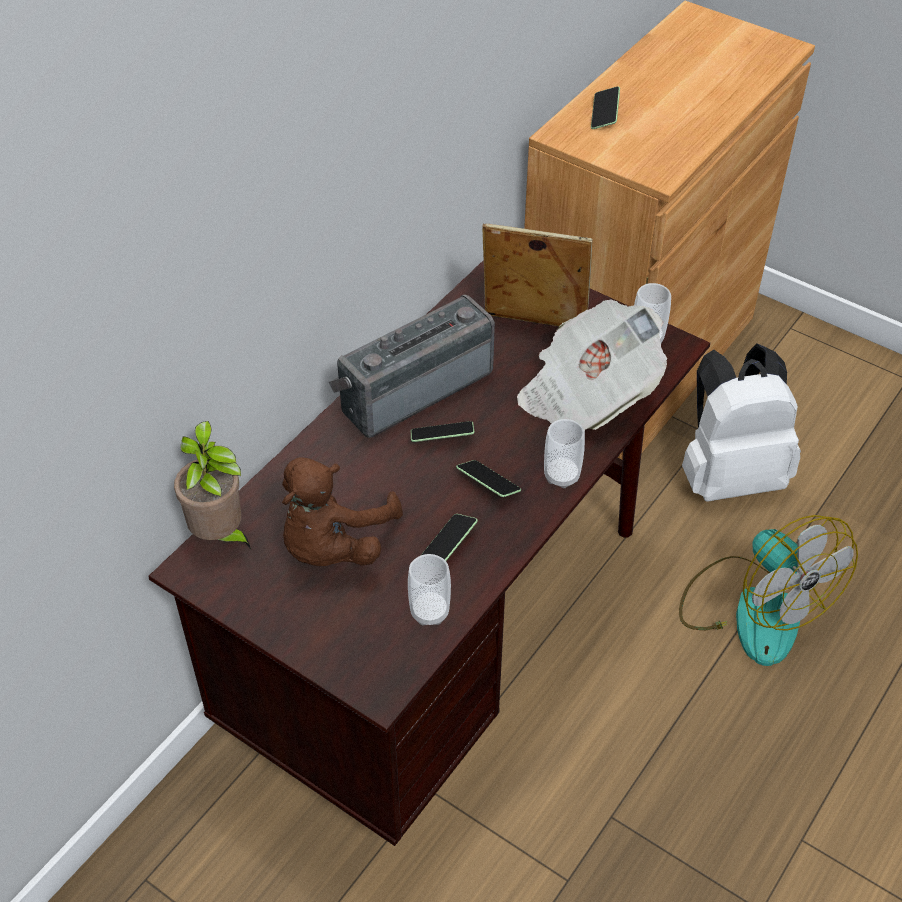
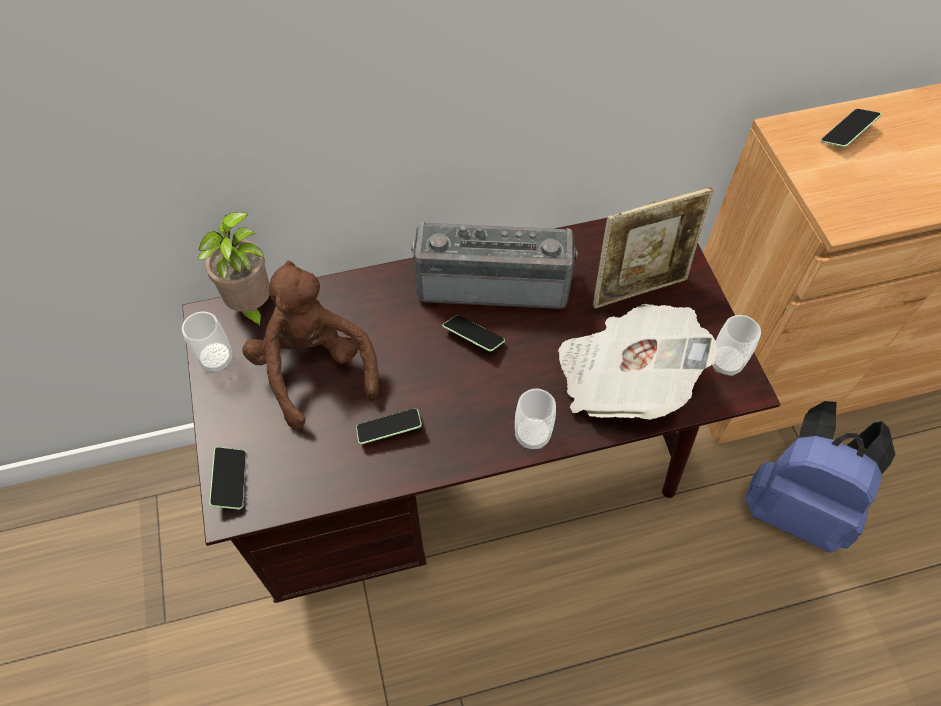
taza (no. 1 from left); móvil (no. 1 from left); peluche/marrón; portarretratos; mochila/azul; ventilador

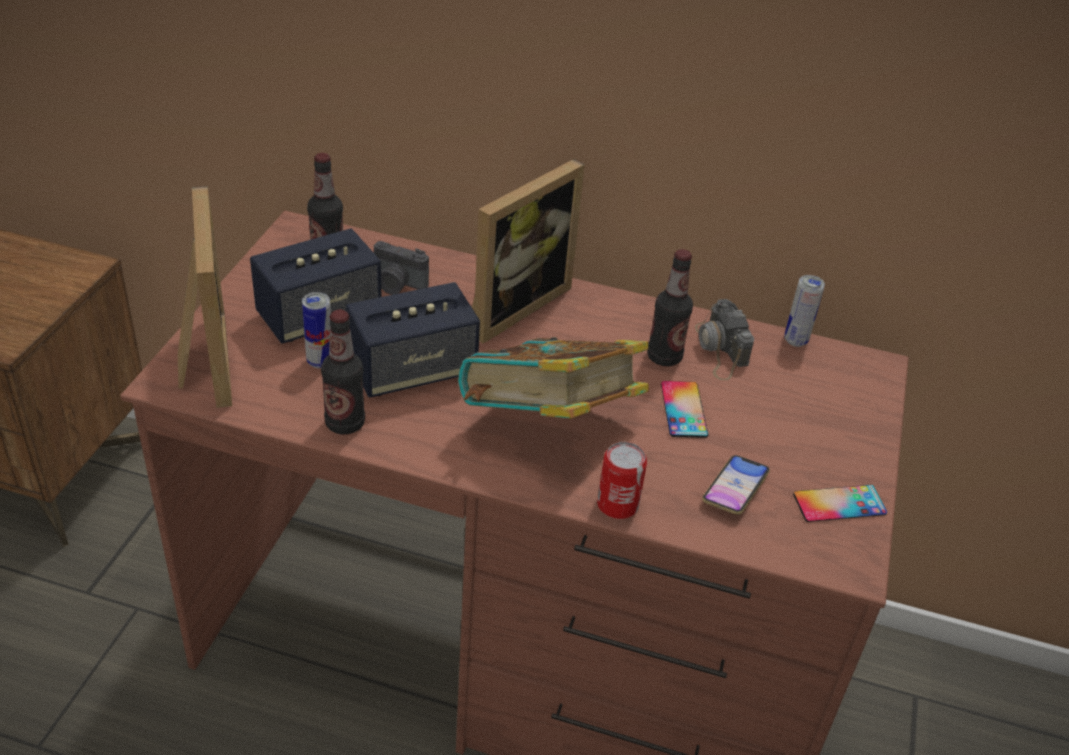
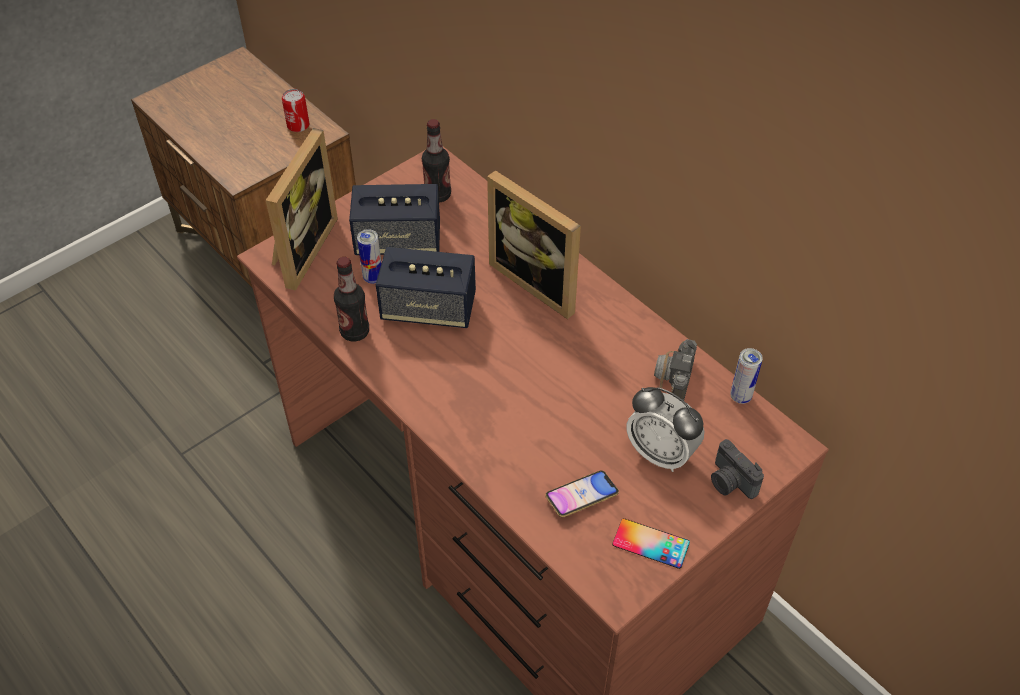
lata (no. 1 from left); portarretratos (no. 2 from left); despertador; cámara (no. 2 from left); libro; botella (no. 3 from left in the first image); móvil (no. 1 from left in the first image)

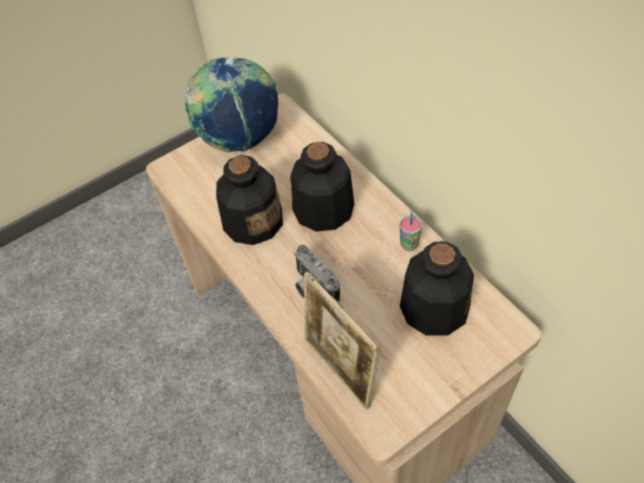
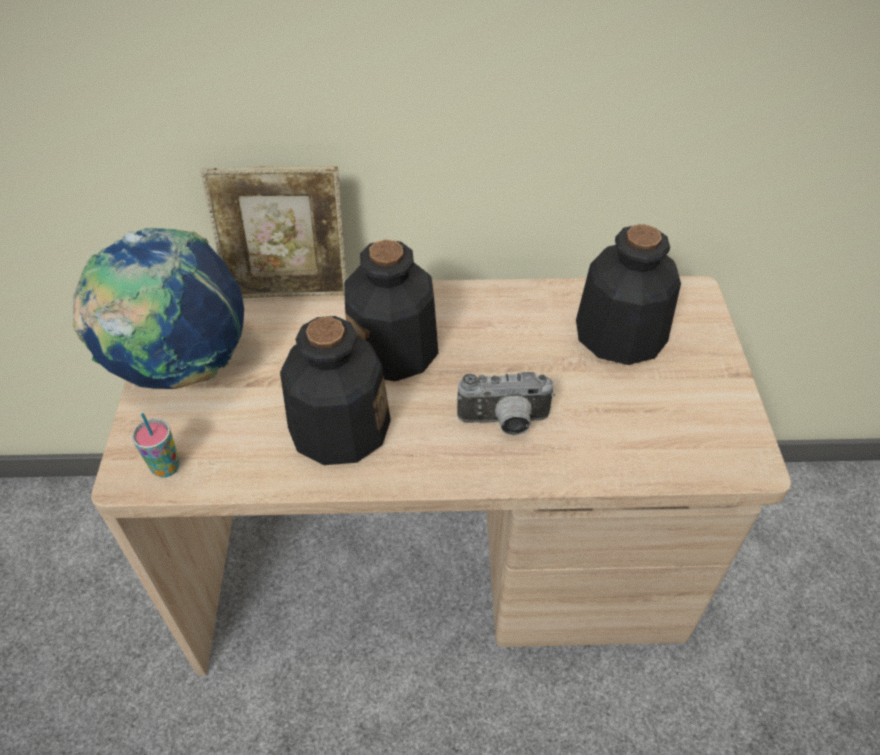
taza; portarretratos

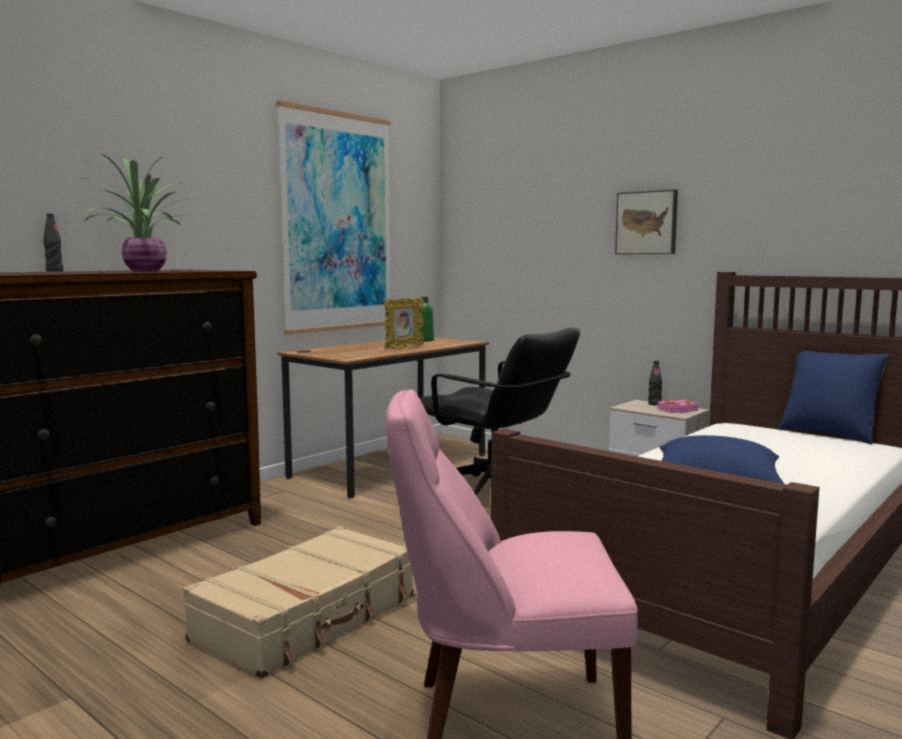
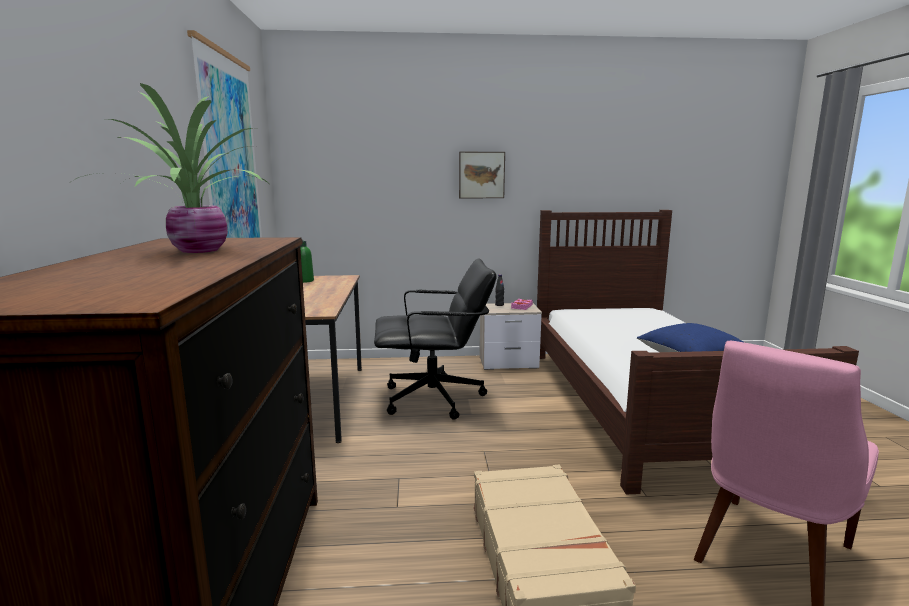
botella/negro (no. 1 from left in the first image); portarretratos; cojín/azul (no. 2 from left in the first image)

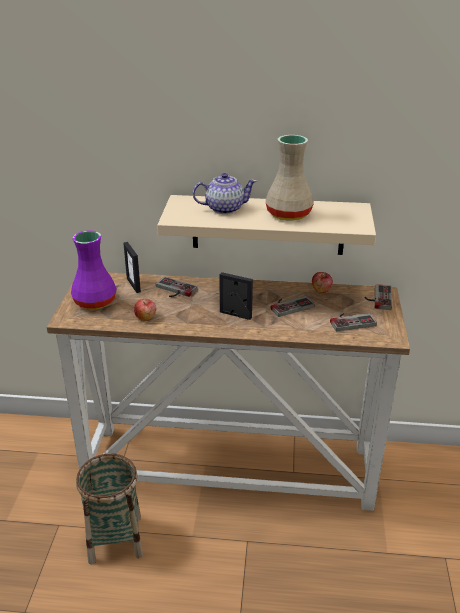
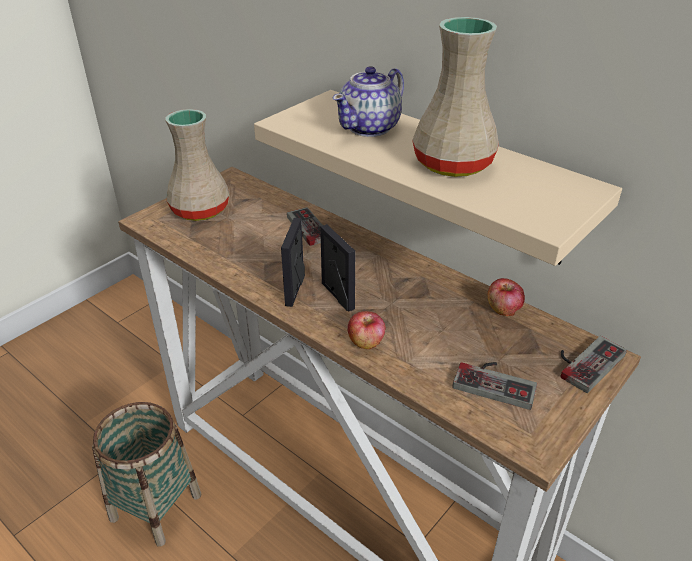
florero/beis (no. 1 from left); portarretratos (no. 1 from left); tetera; manzana (no. 1 from left); mando de consola (no. 2 from left in the first image)

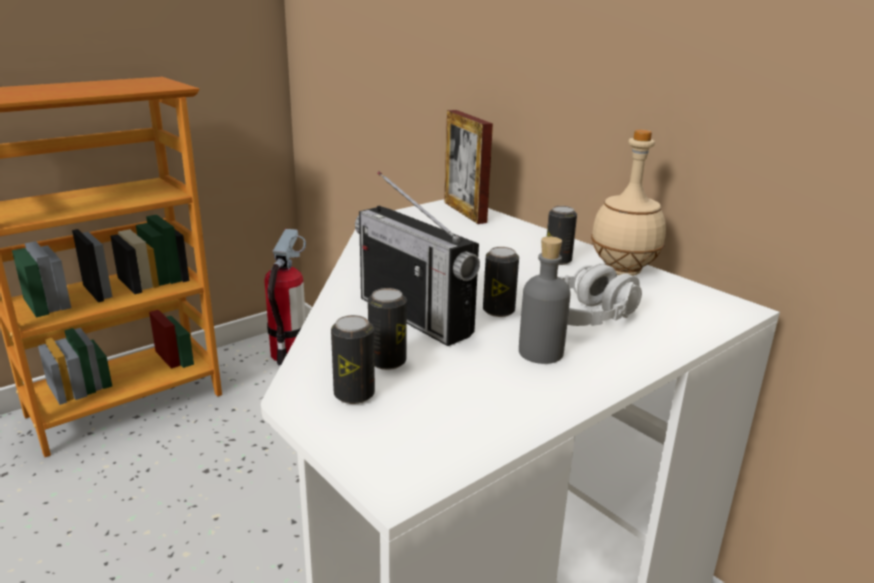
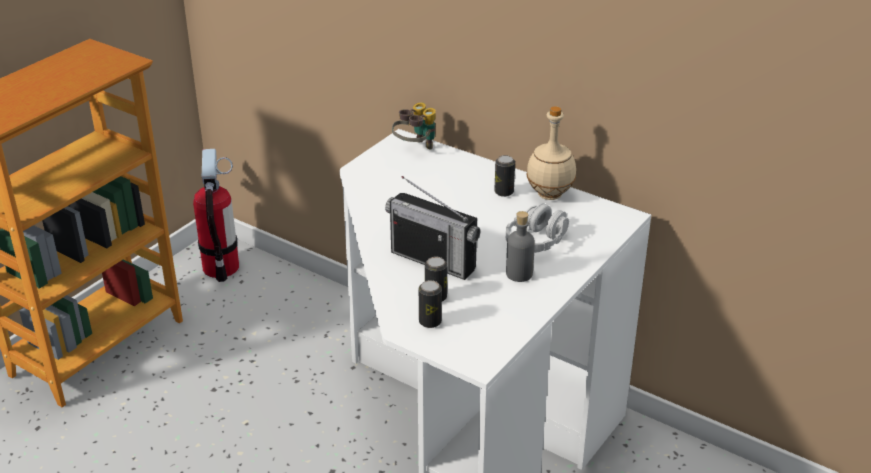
prismáticos; lata (no. 3 from left in the first image)

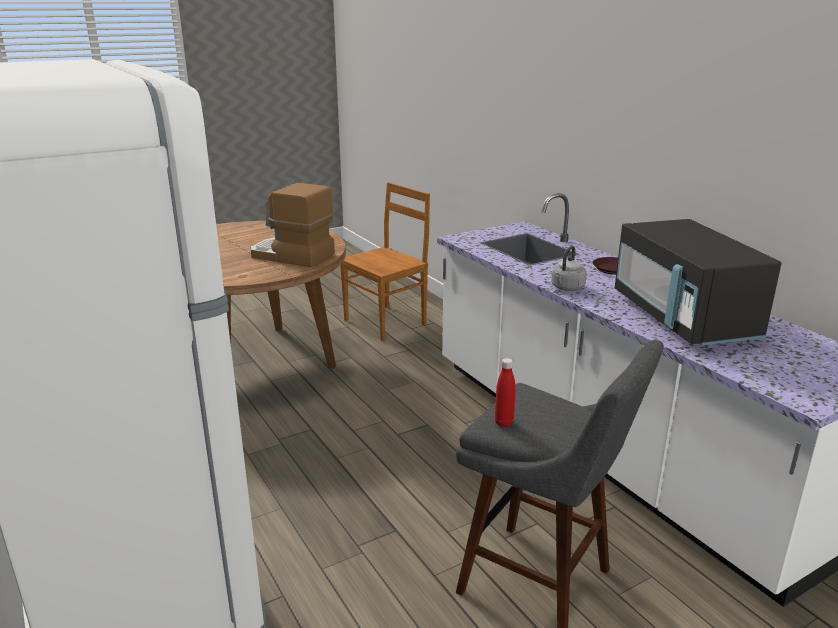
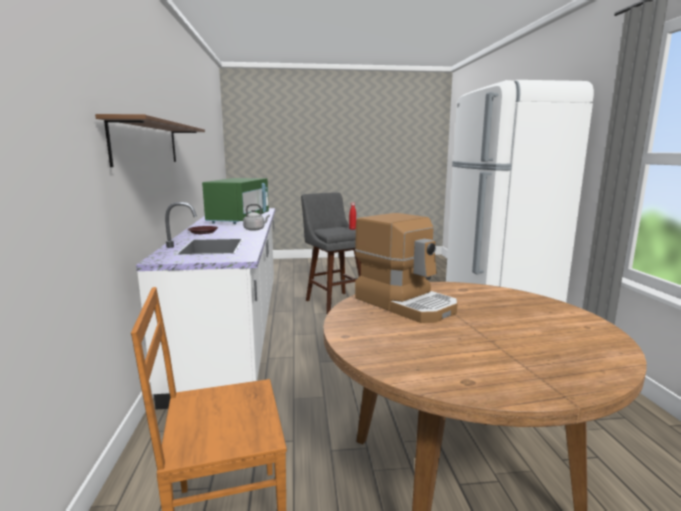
estante/marrón; microondas/verde

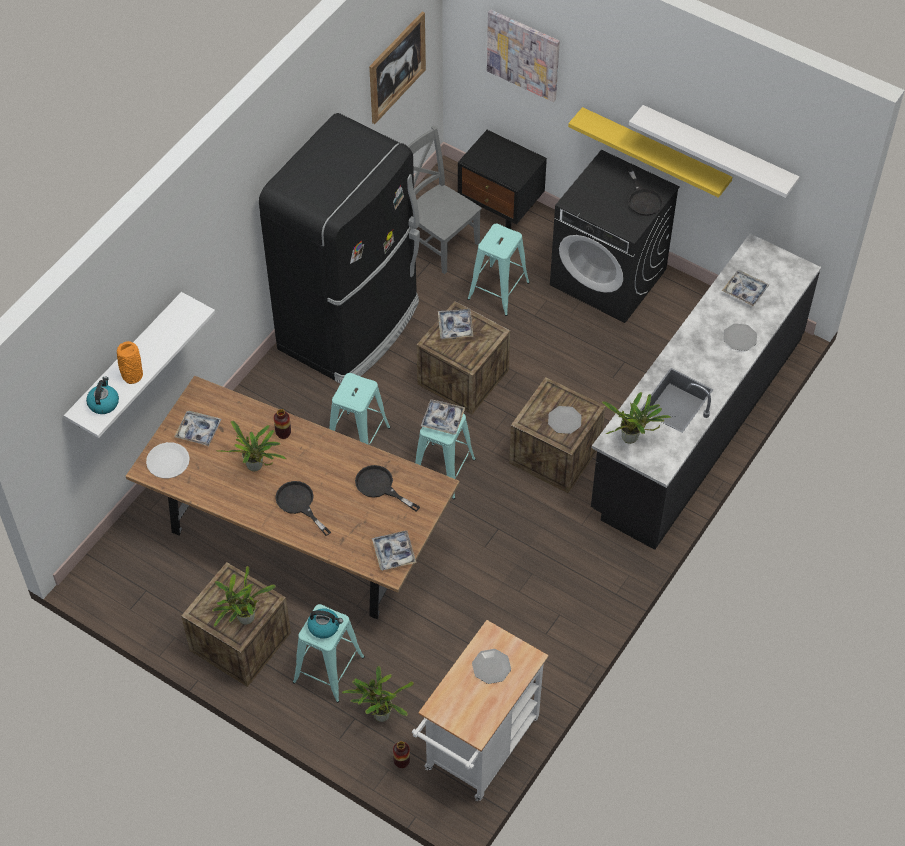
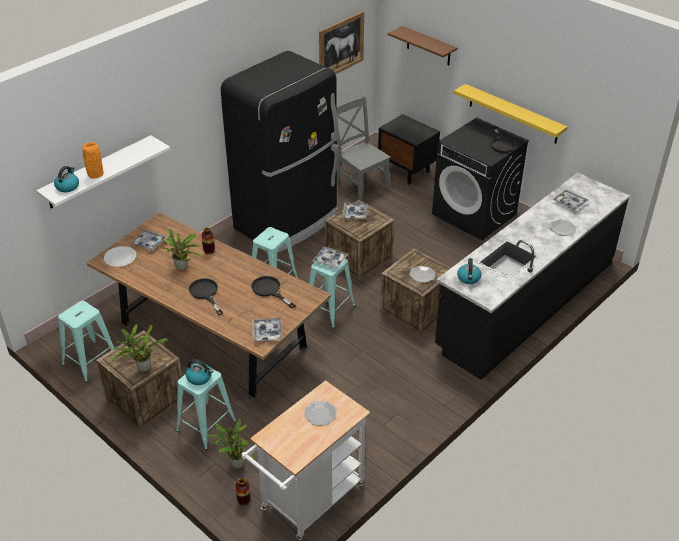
taburete/turquesa (no. 1 from left); estante/marrón; hervidor (no. 3 from left); estante/blanco (no. 2 from left in the first image)

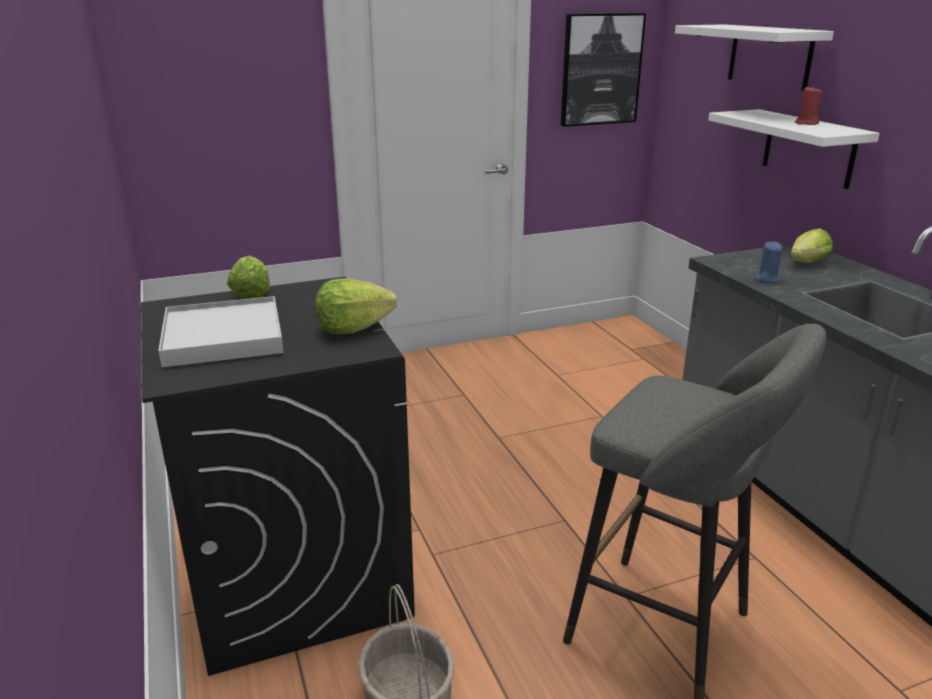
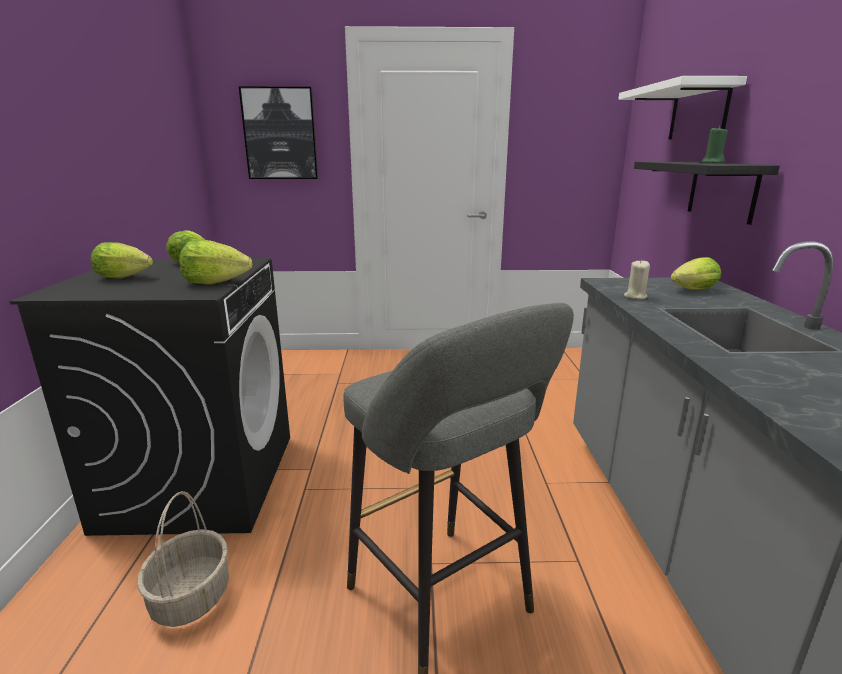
lechuga (no. 1 from left); cuadro; vela/beis; estante/negro; vela/verde

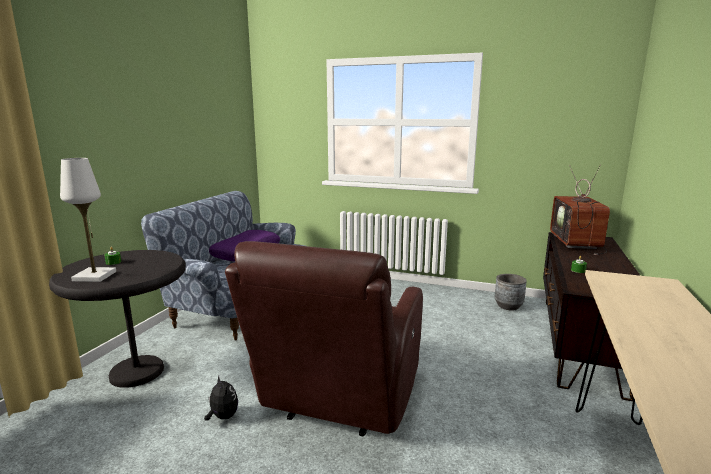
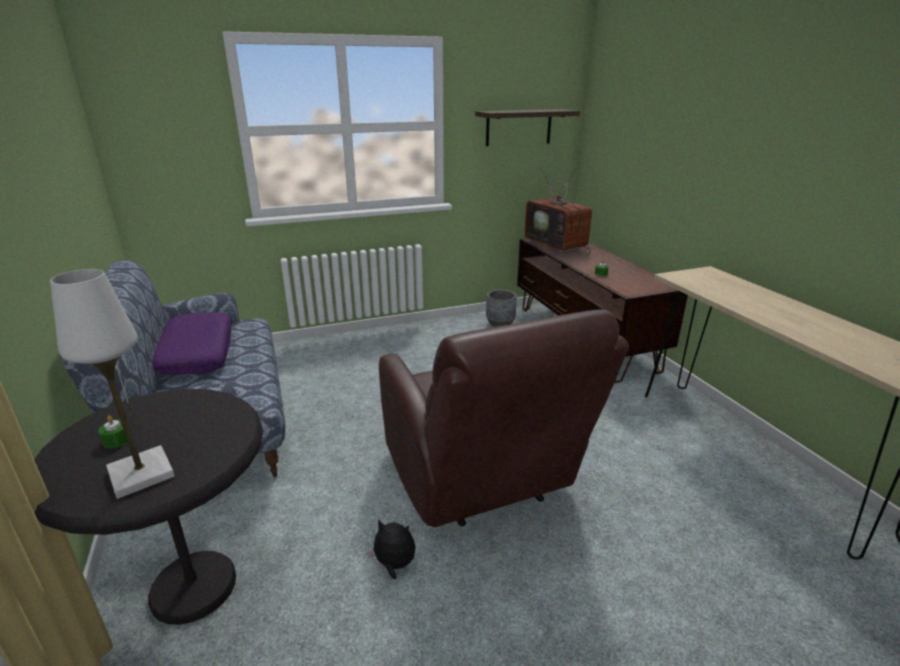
estante

